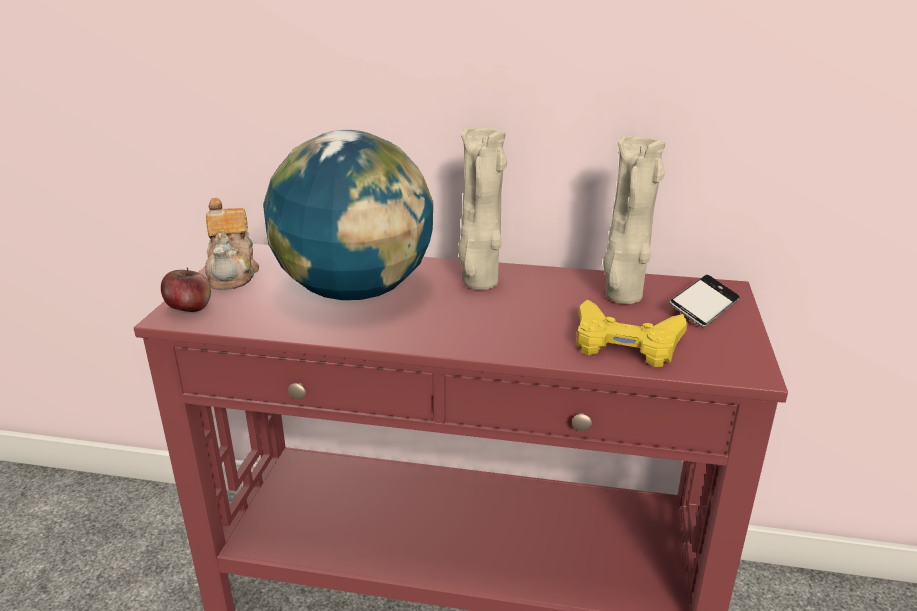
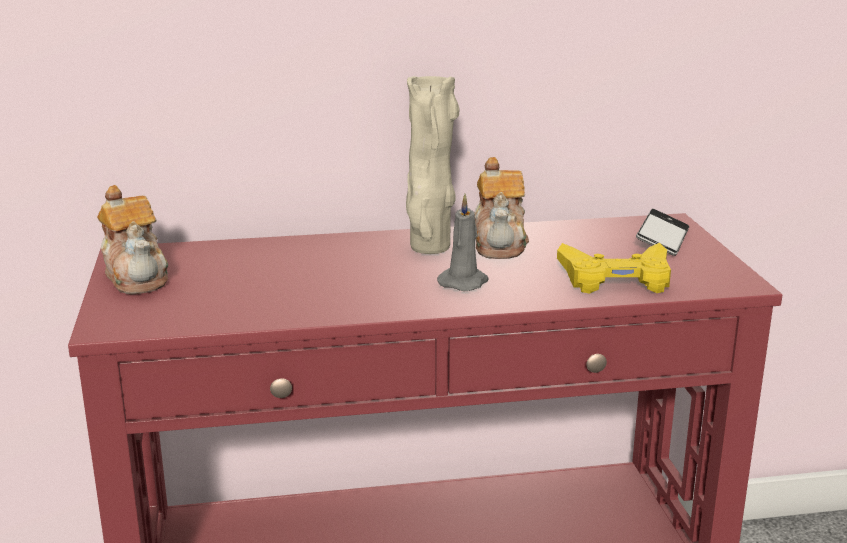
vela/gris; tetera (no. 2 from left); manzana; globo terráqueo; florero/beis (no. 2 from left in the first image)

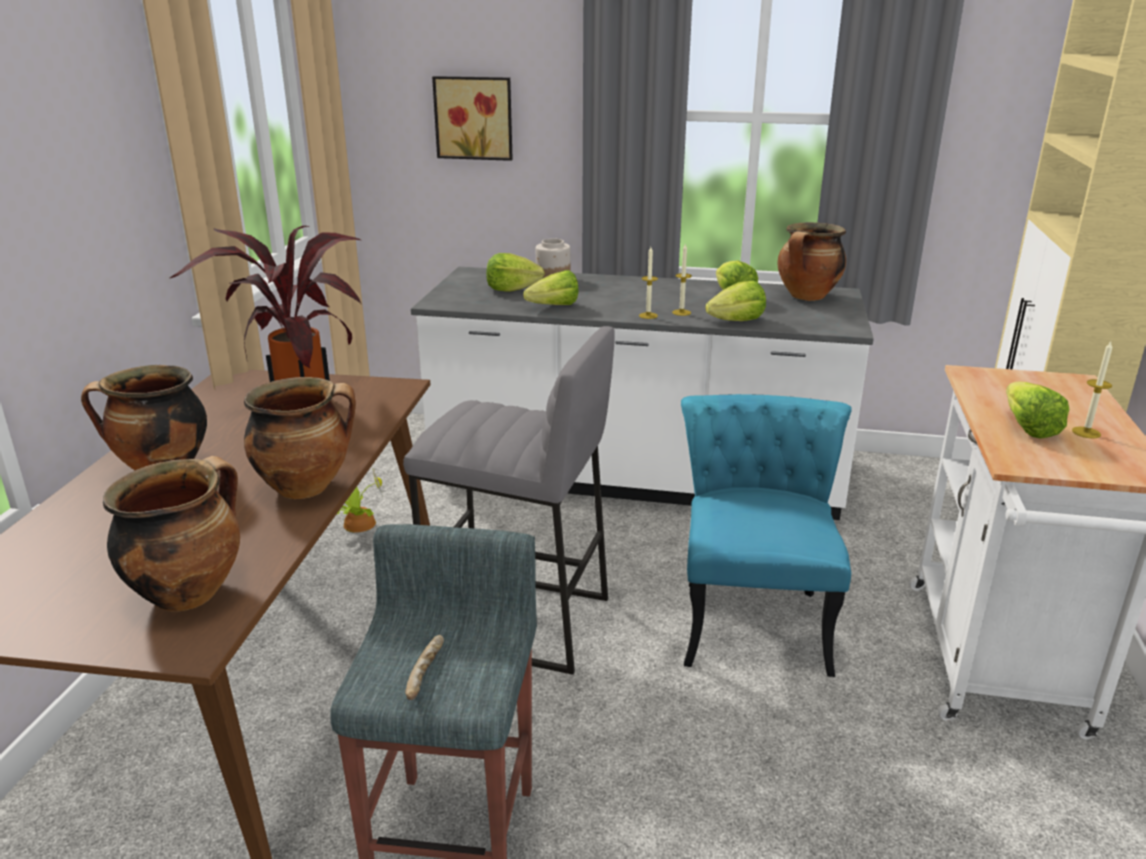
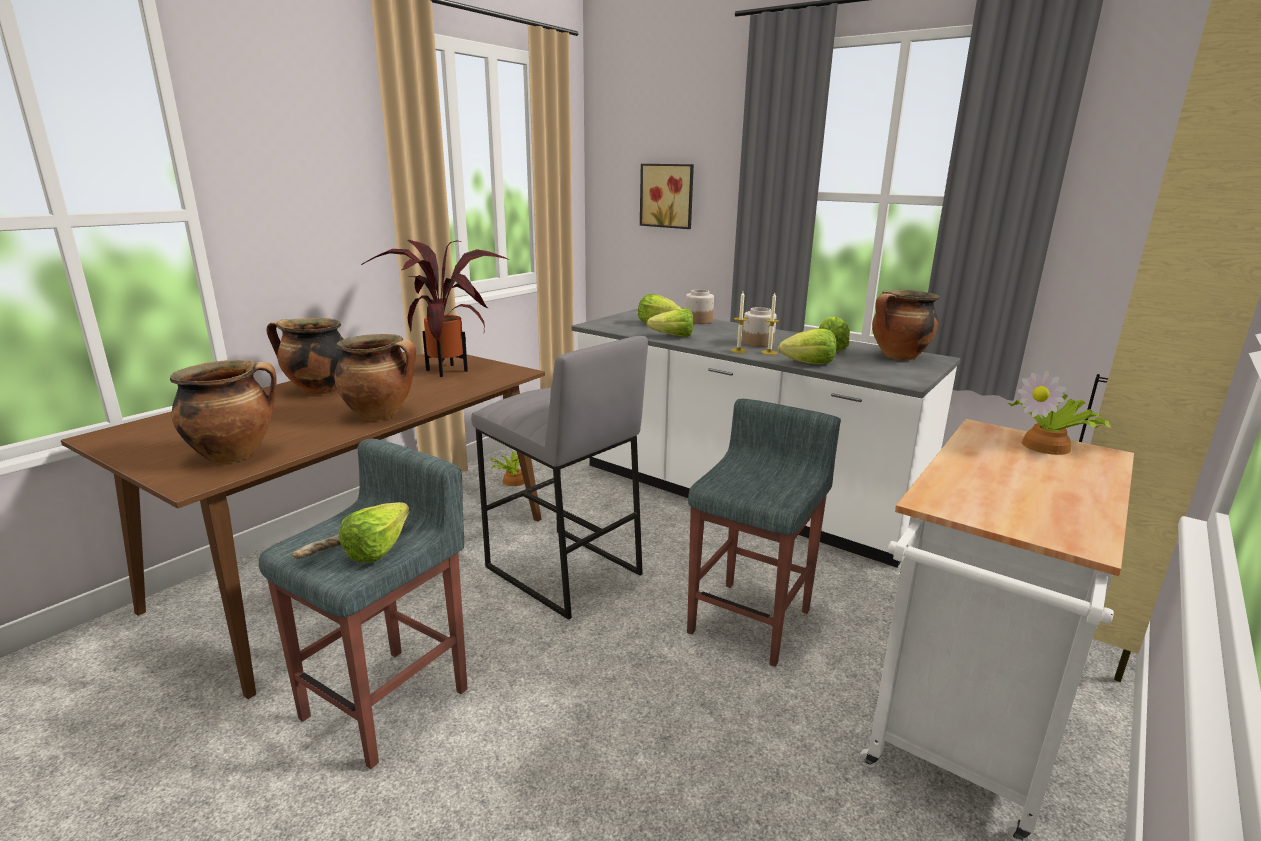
lechuga (no. 1 from left); taburete/gris (no. 3 from left); tarro (no. 2 from left); planta en maceta (no. 3 from left); vela (no. 3 from left in the first image)

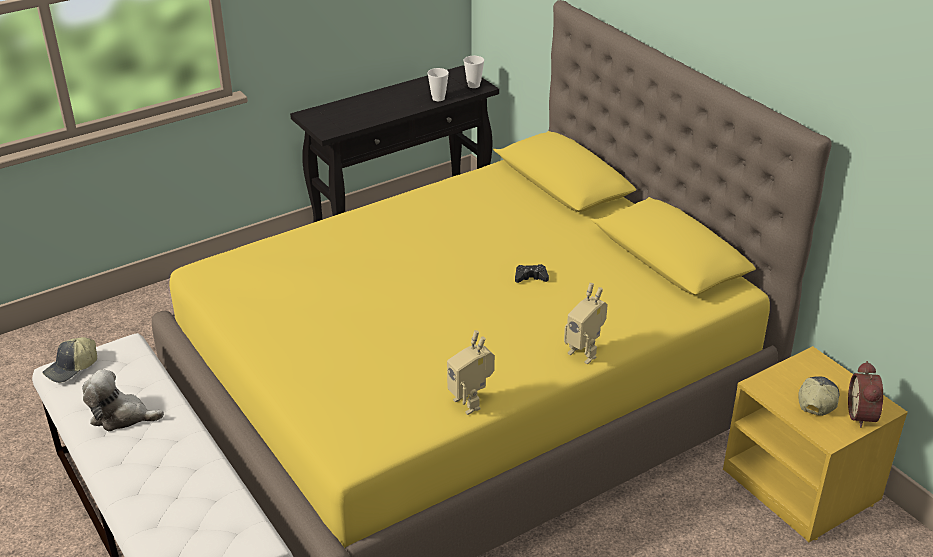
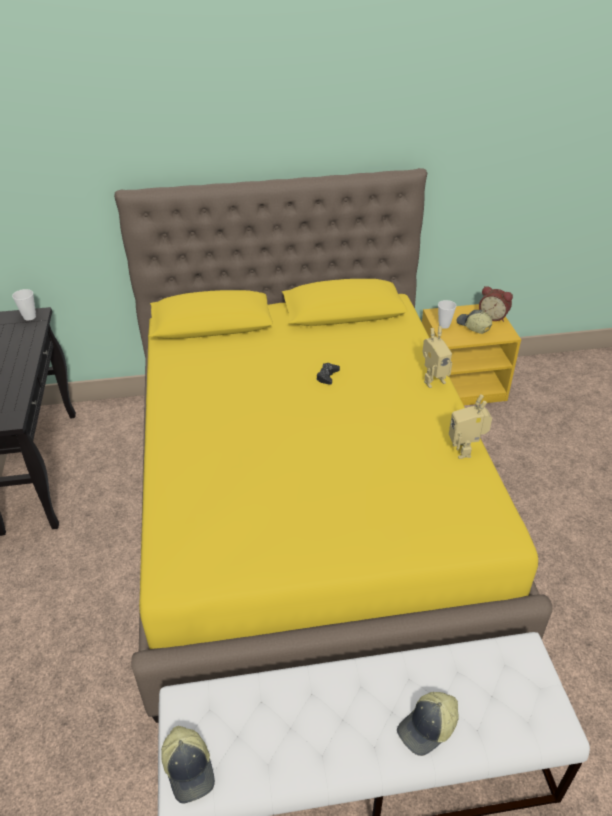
gorra (no. 2 from left); taza (no. 2 from left); robot de juguete (no. 2 from left); peluche

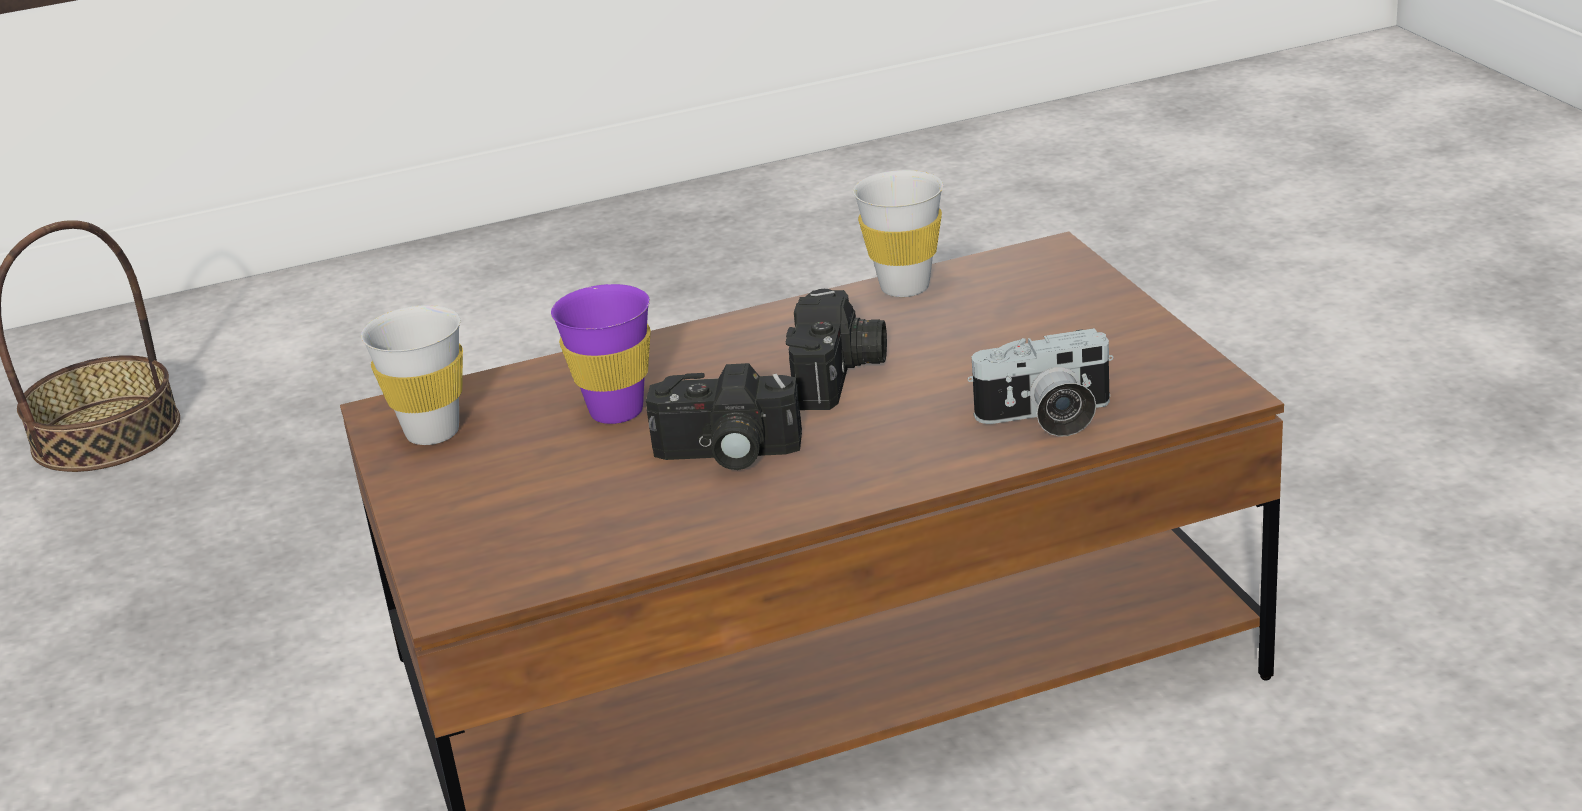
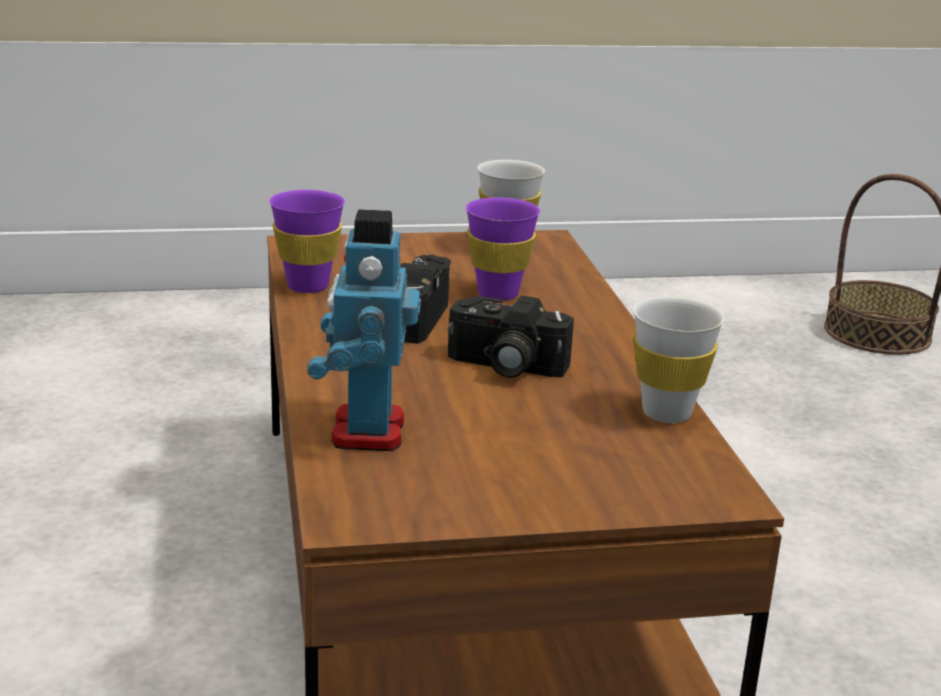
taza/morado (no. 1 from left); robot de juguete

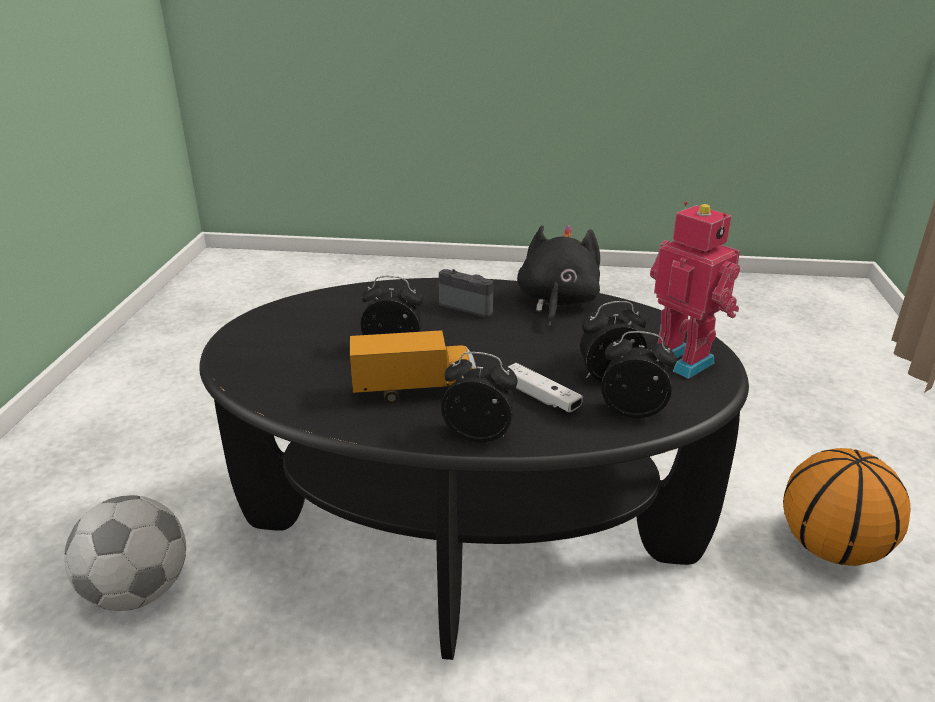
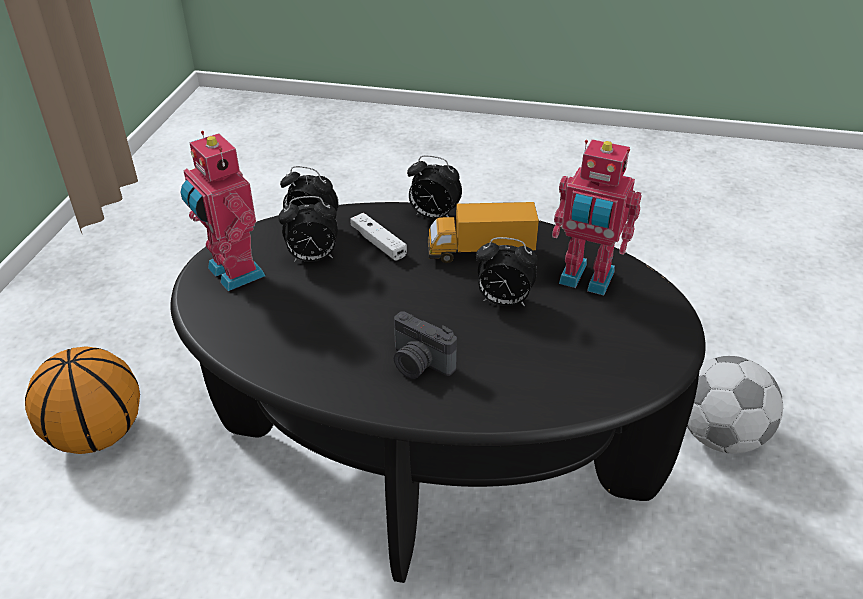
robot de juguete (no. 2 from left); peluche/negro

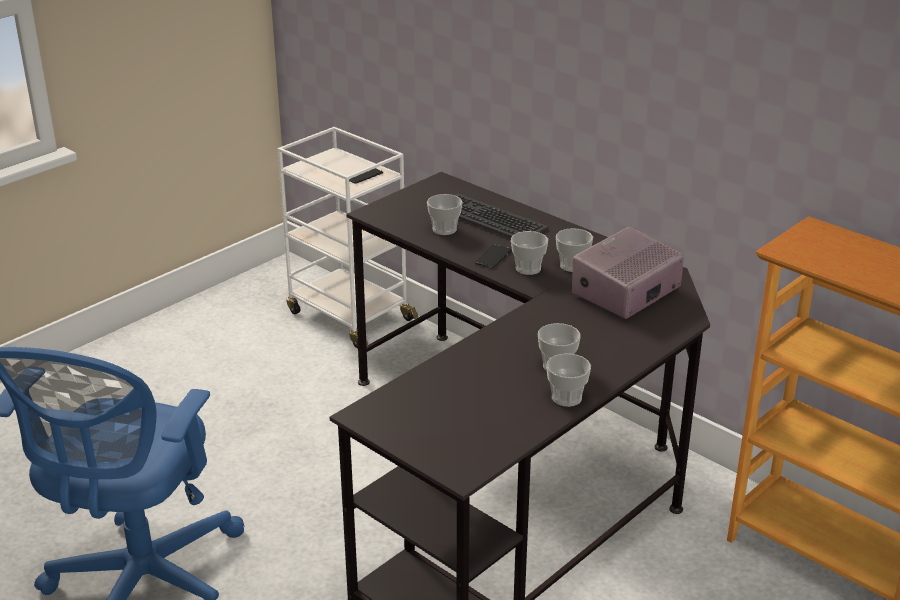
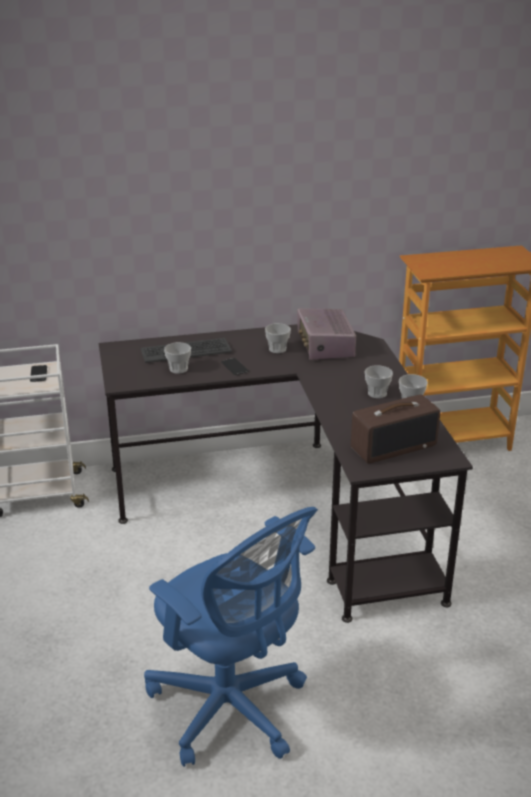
radio (no. 2 from left); taza (no. 2 from left in the first image)

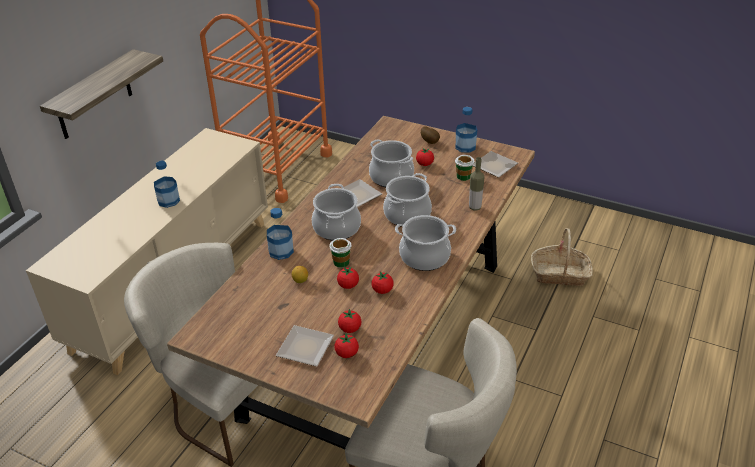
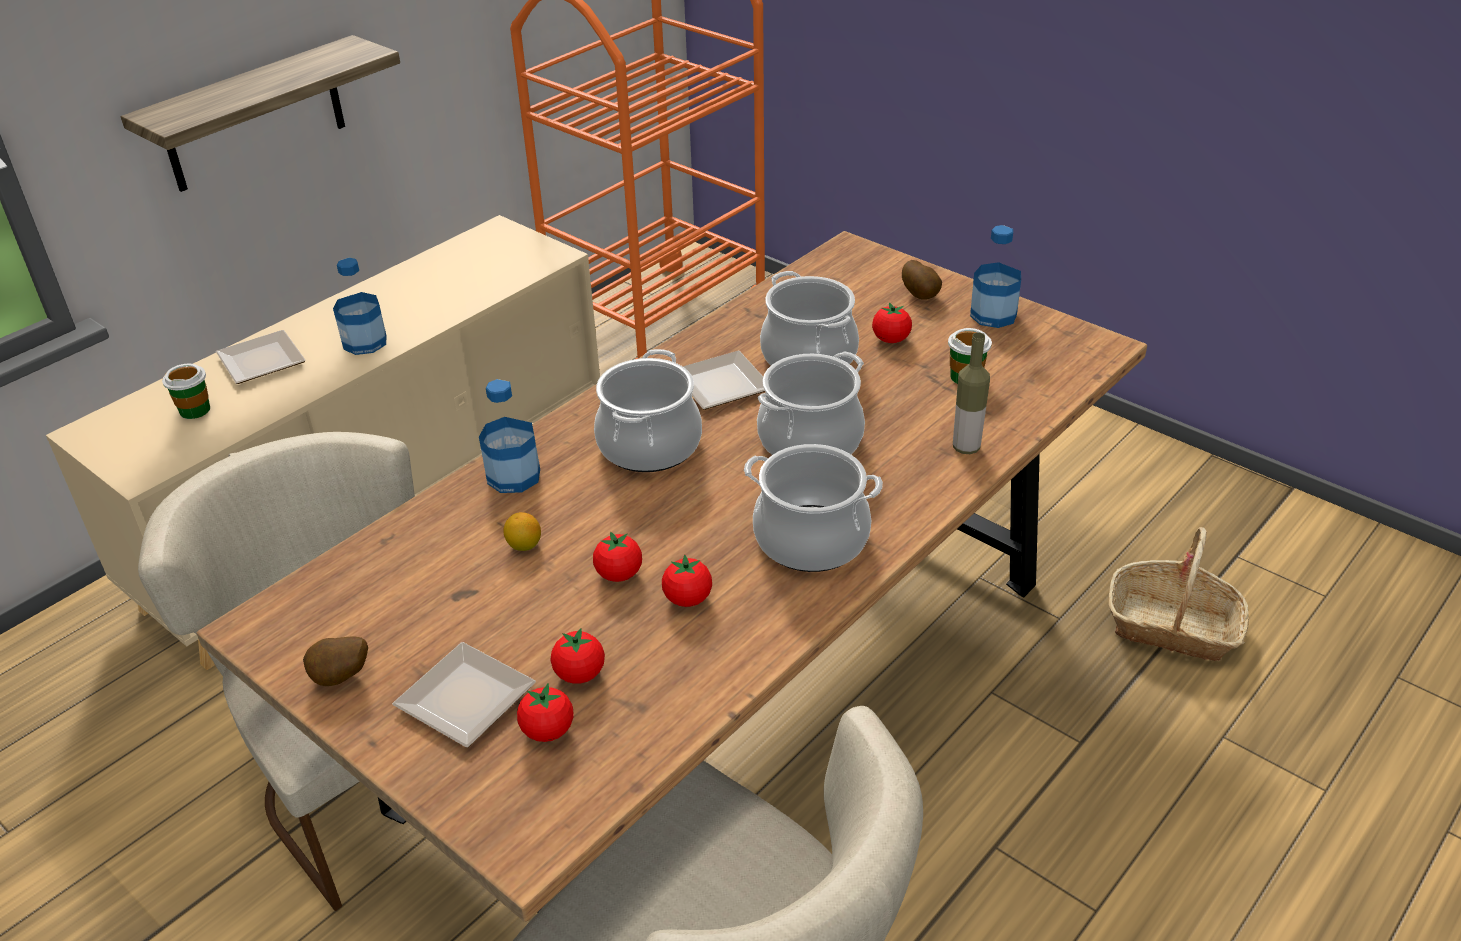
taza (no. 1 from left); plato (no. 1 from left); patata (no. 1 from left)

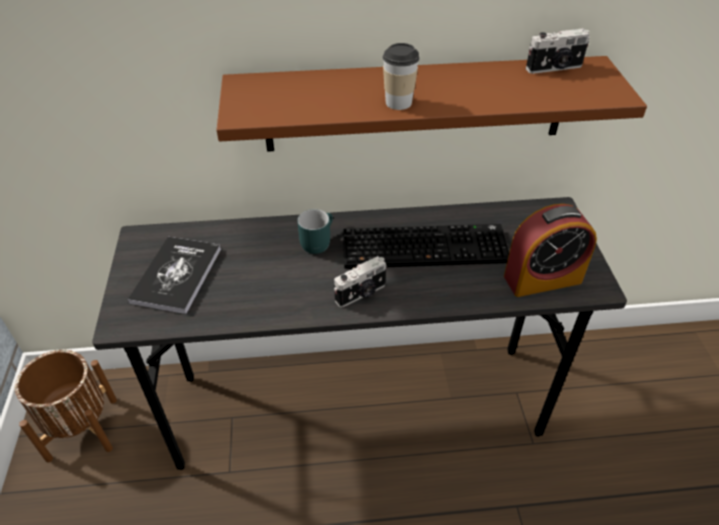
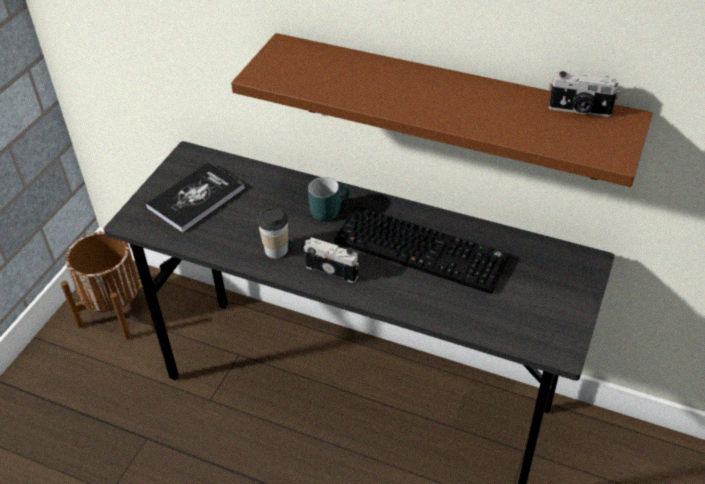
taza; cámara (no. 1 from left); despertador

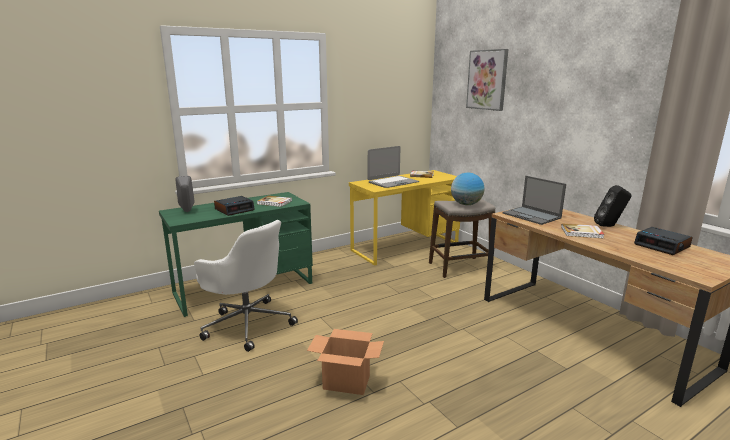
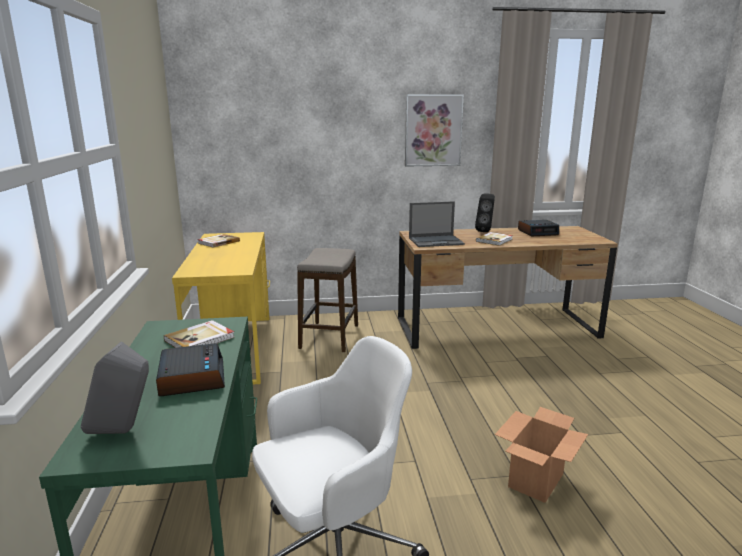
cuadro; portátil (no. 1 from left in the first image); globo terráqueo

